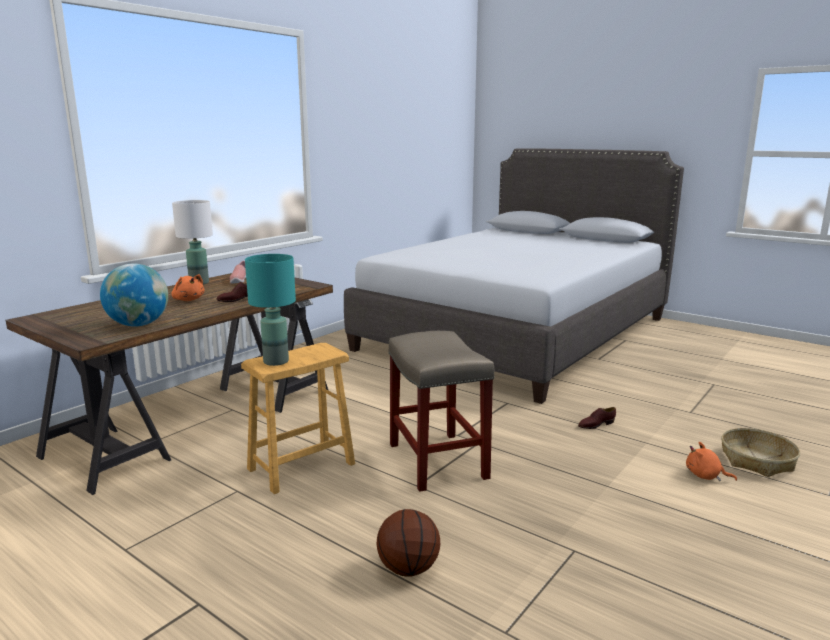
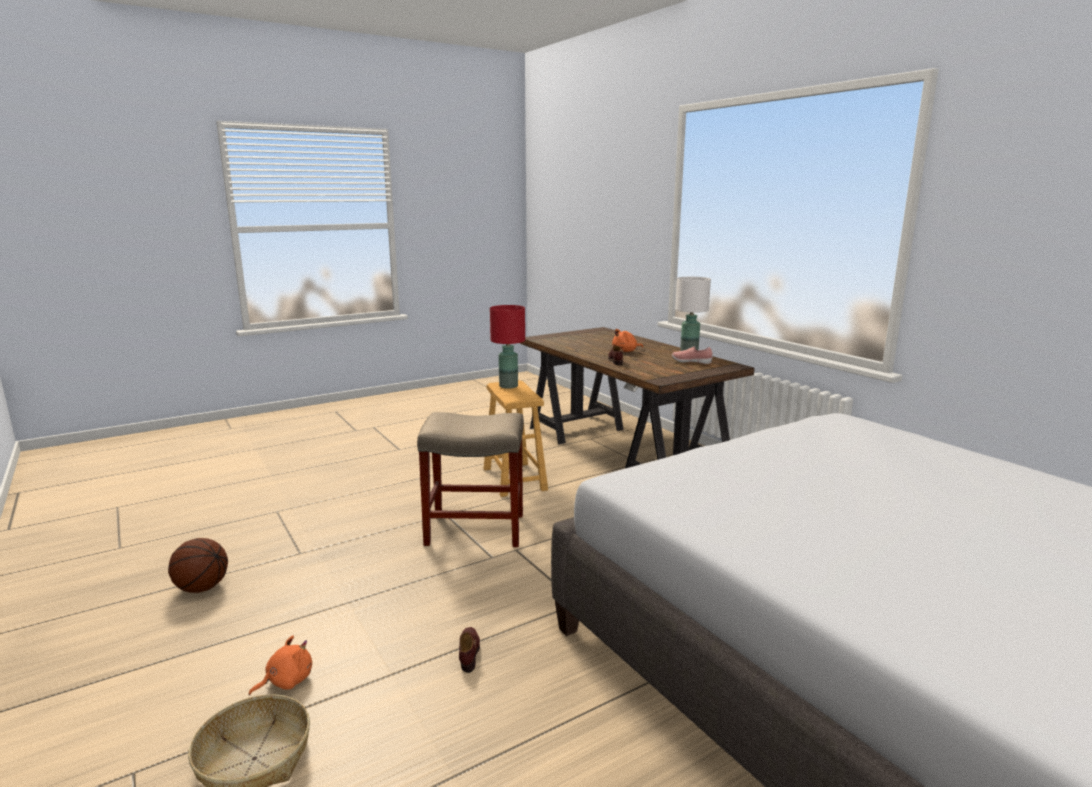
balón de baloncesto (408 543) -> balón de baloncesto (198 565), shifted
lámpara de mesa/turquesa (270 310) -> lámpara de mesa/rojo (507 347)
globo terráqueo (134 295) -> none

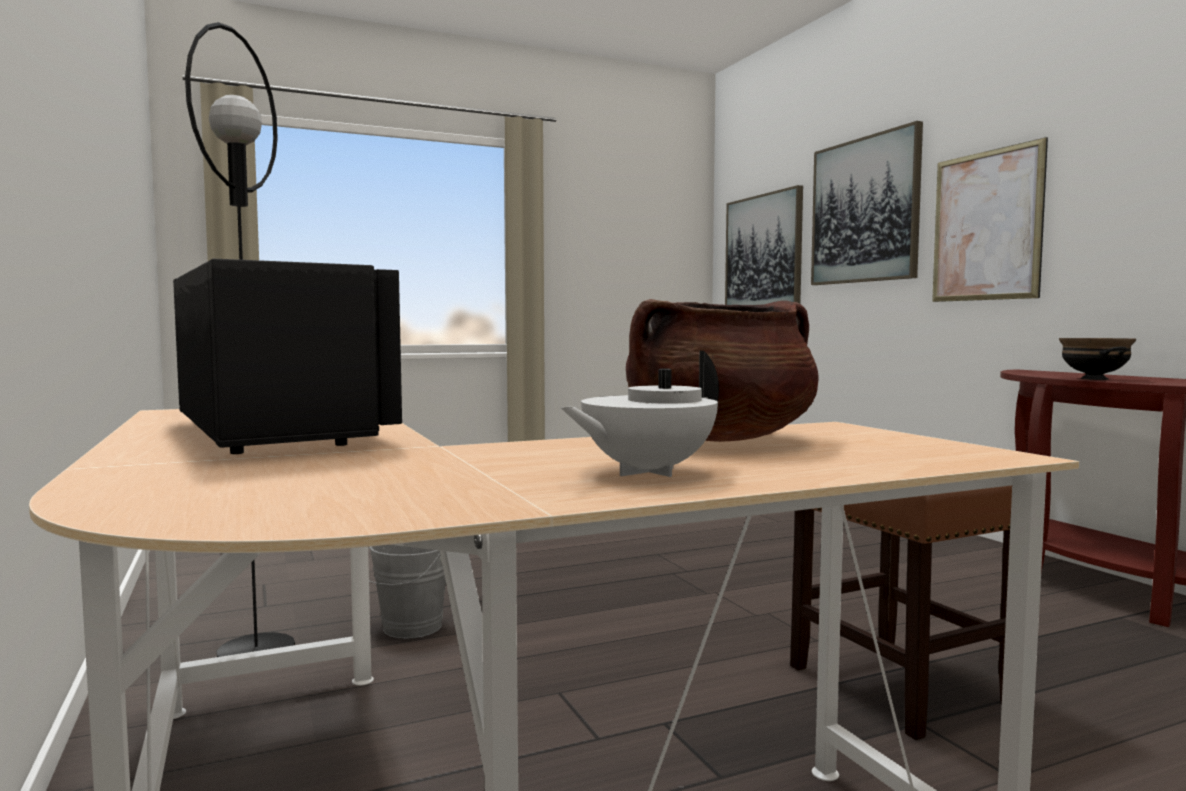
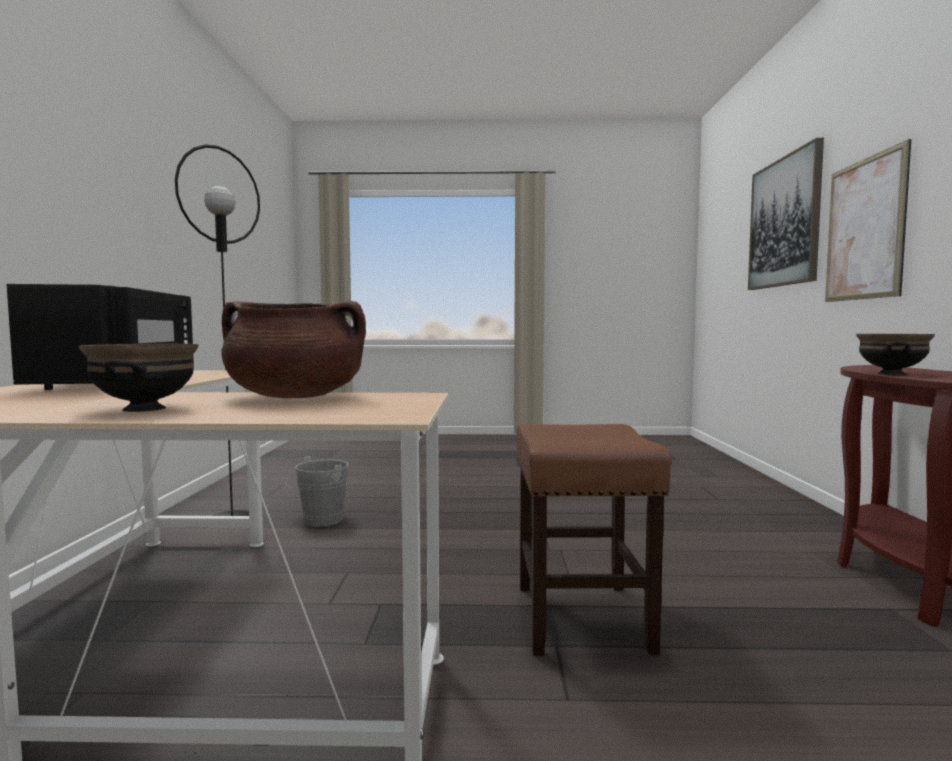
tetera/blanco (640 414) -> cuenco/negro (138 378)
cuadro (764 245) -> none

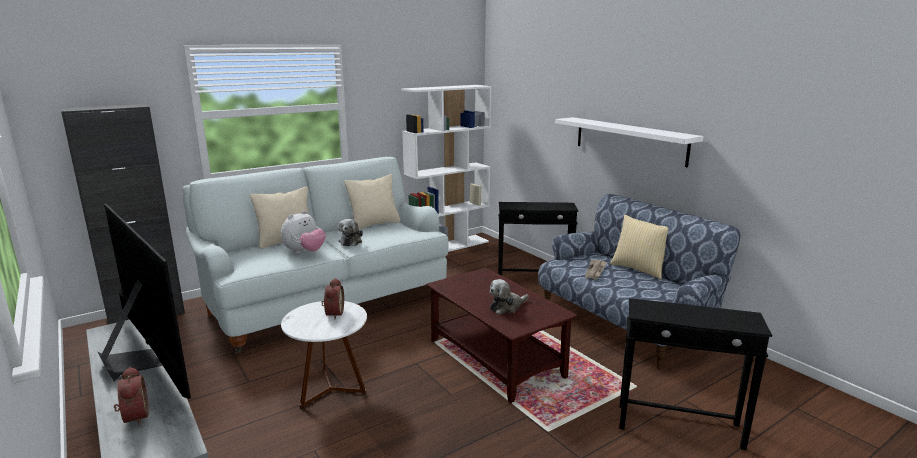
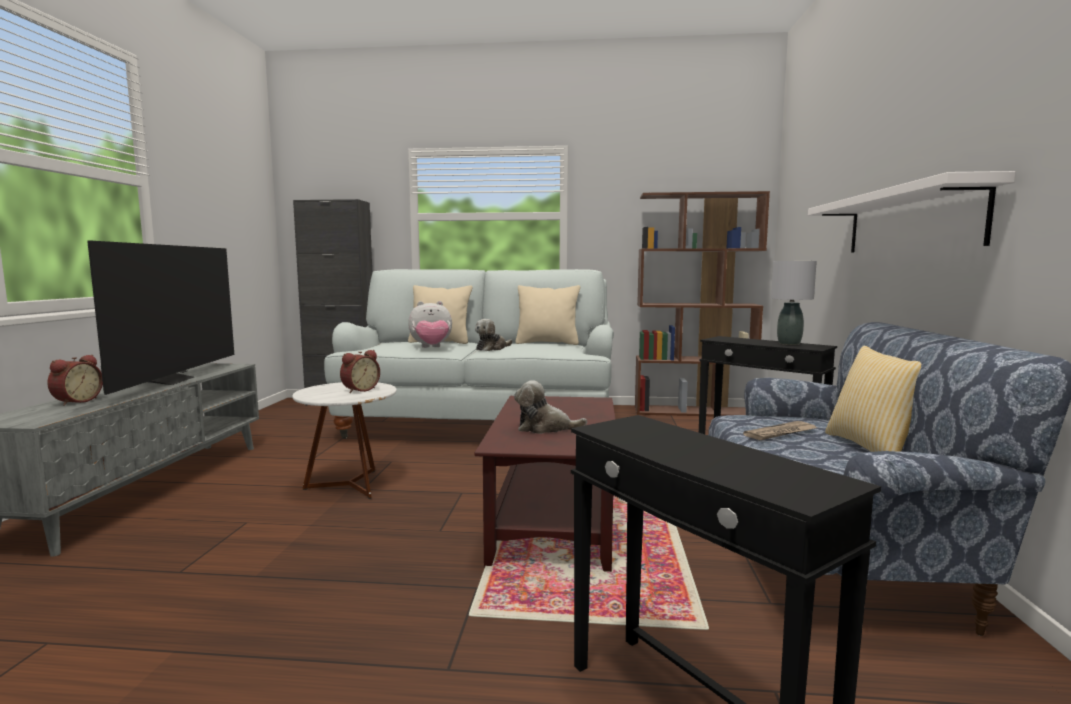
estantería/blanco (446 168) -> estantería/marrón (702 303)
none -> lámpara de mesa/gris (794 303)

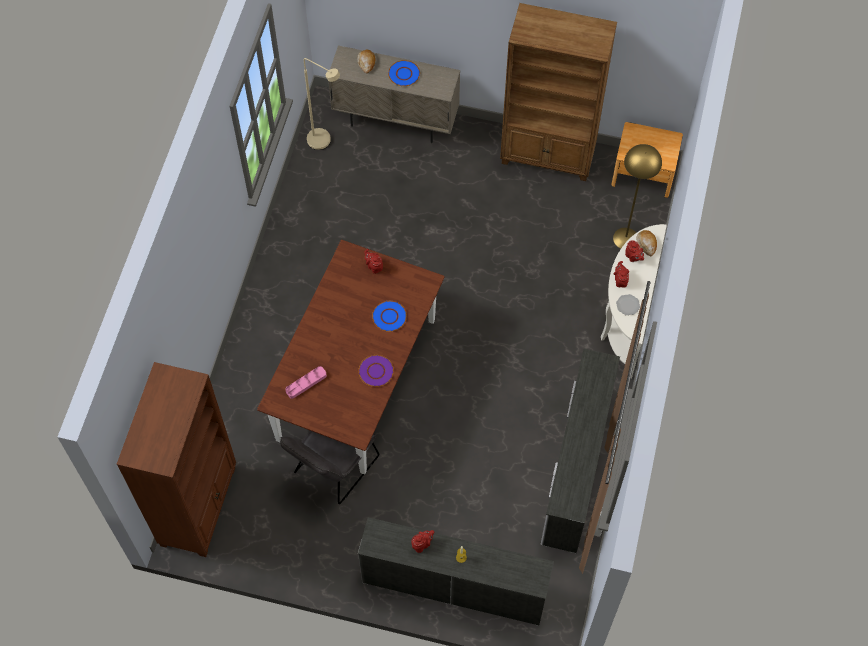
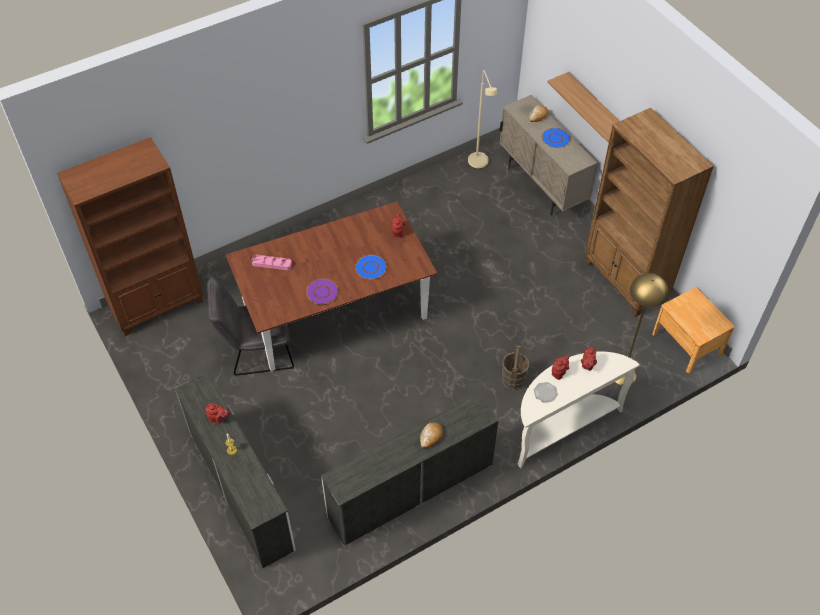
pan (646 243) -> pan (431 435), shifted
none -> cubo/marrón (515 368)
none -> estante (583 107)

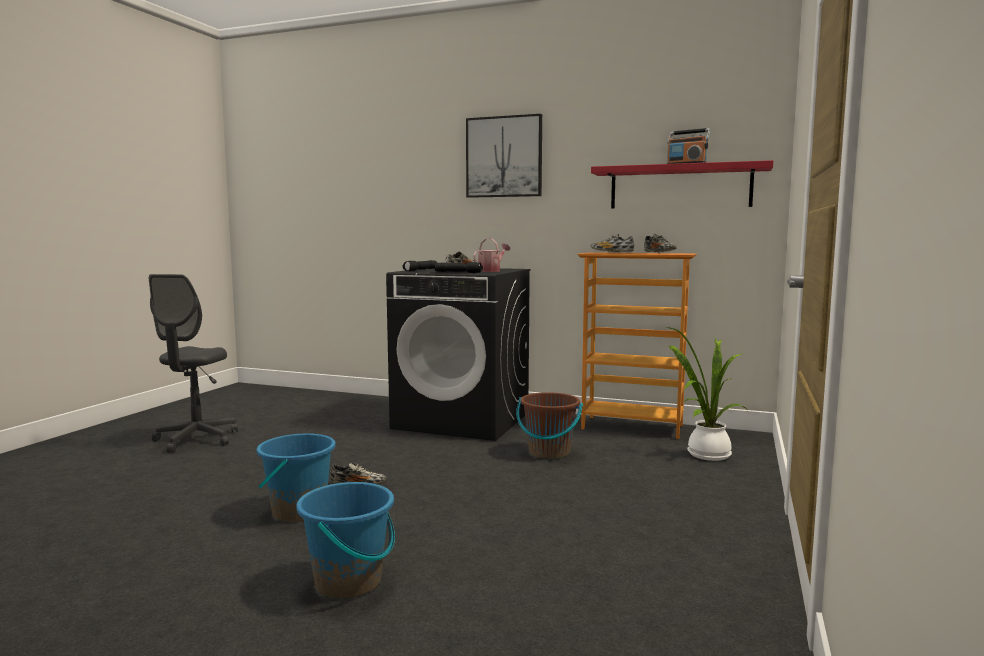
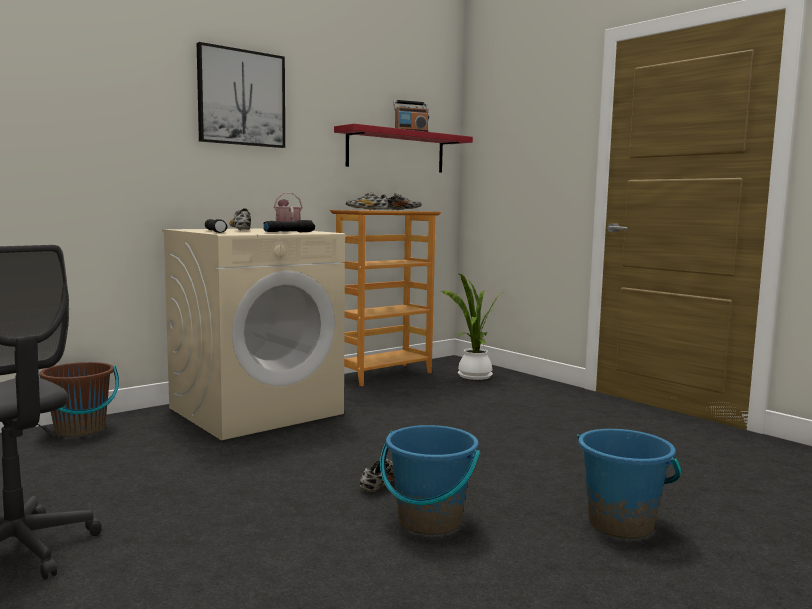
cubo/marrón (549 425) -> cubo/marrón (79 399), shifted
lavadora/negro (458 354) -> lavadora/beis (253 334)

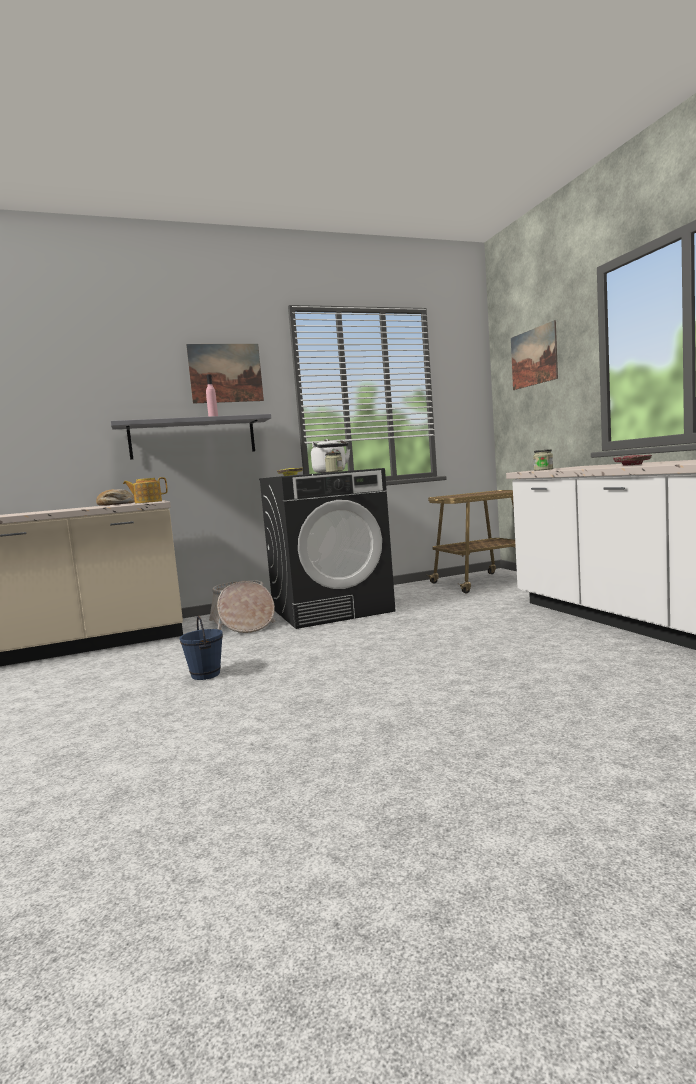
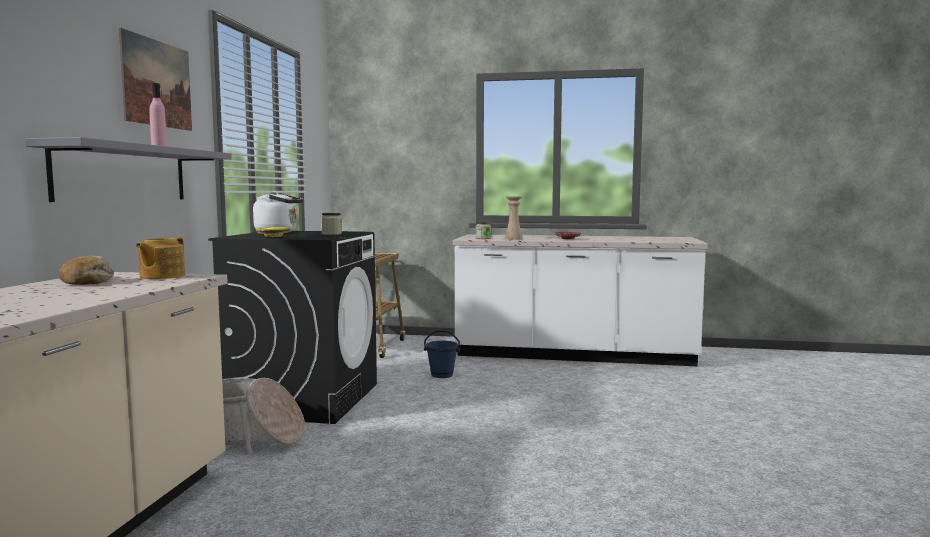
cubo/azul (201 648) -> cubo/azul (442 354), shifted
none -> florero/beis (514 217)
cuadro (534 355) -> none

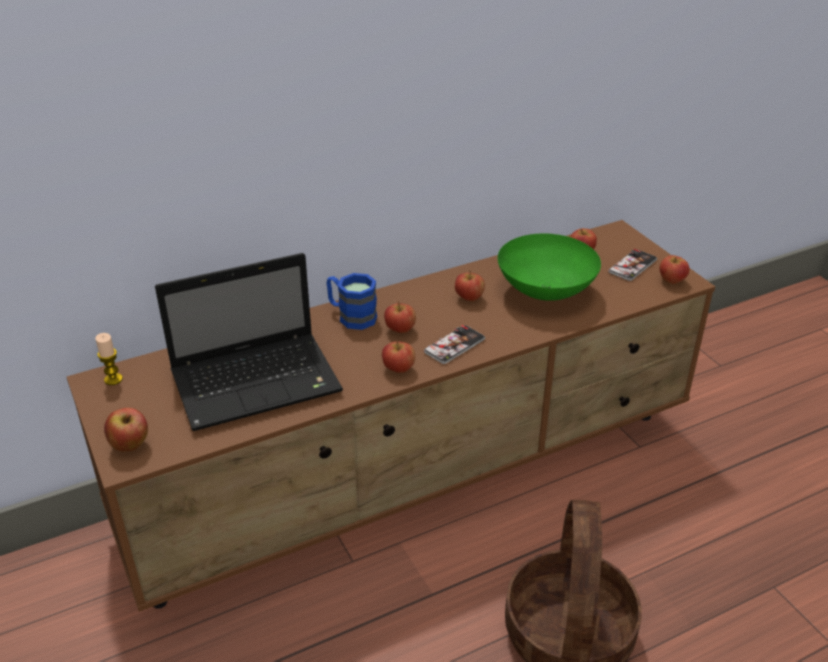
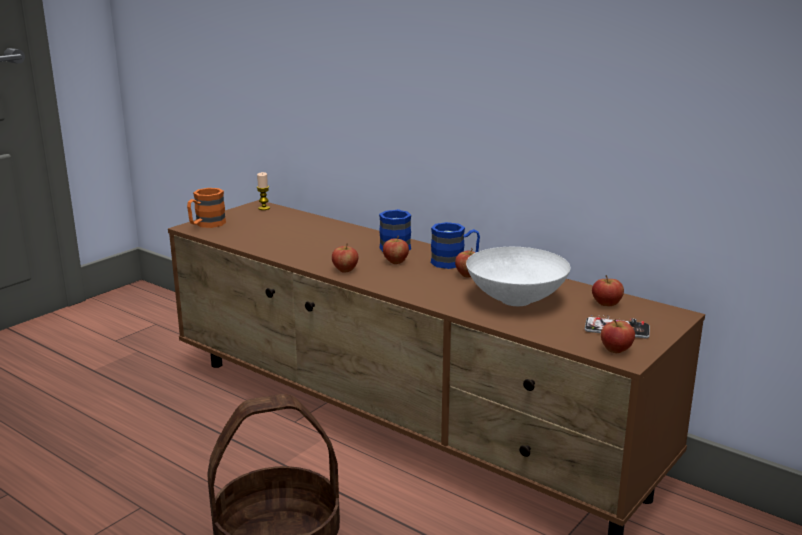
manzana (126 429) -> taza grande/naranja (206 208)
none -> taza grande/azul (455 245)
cuenco/verde (549 267) -> cuenco/blanco (518 276)
portátil (249 342) -> none
móvil (454 344) -> none

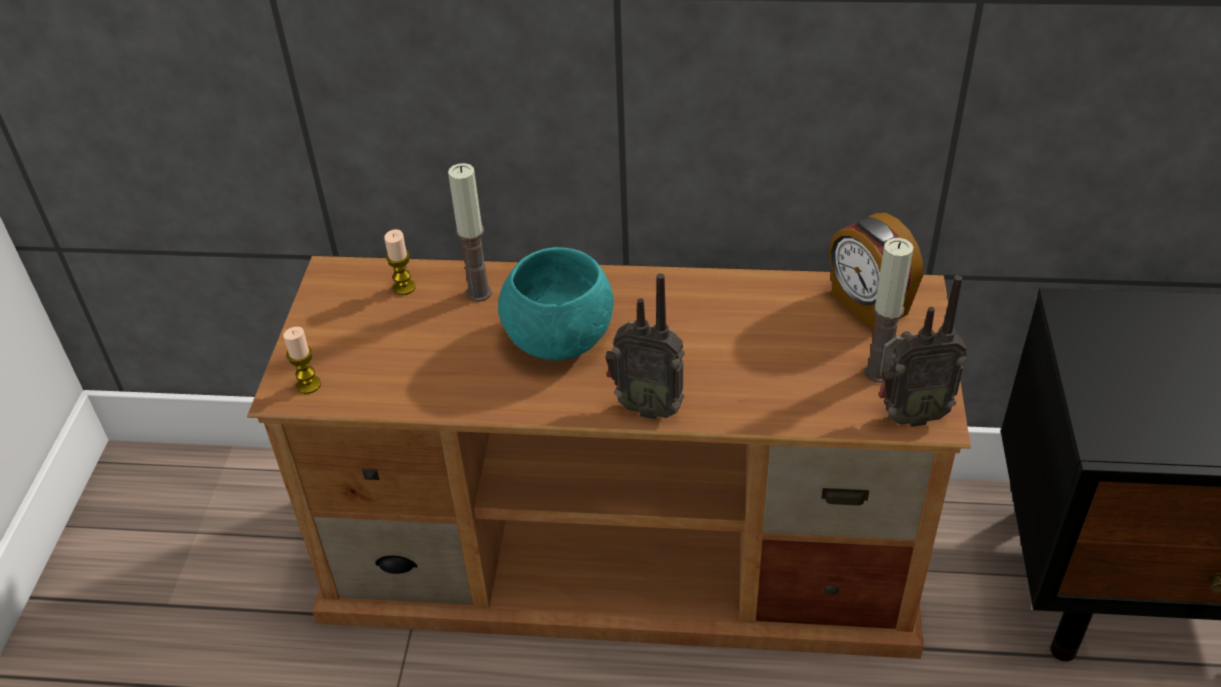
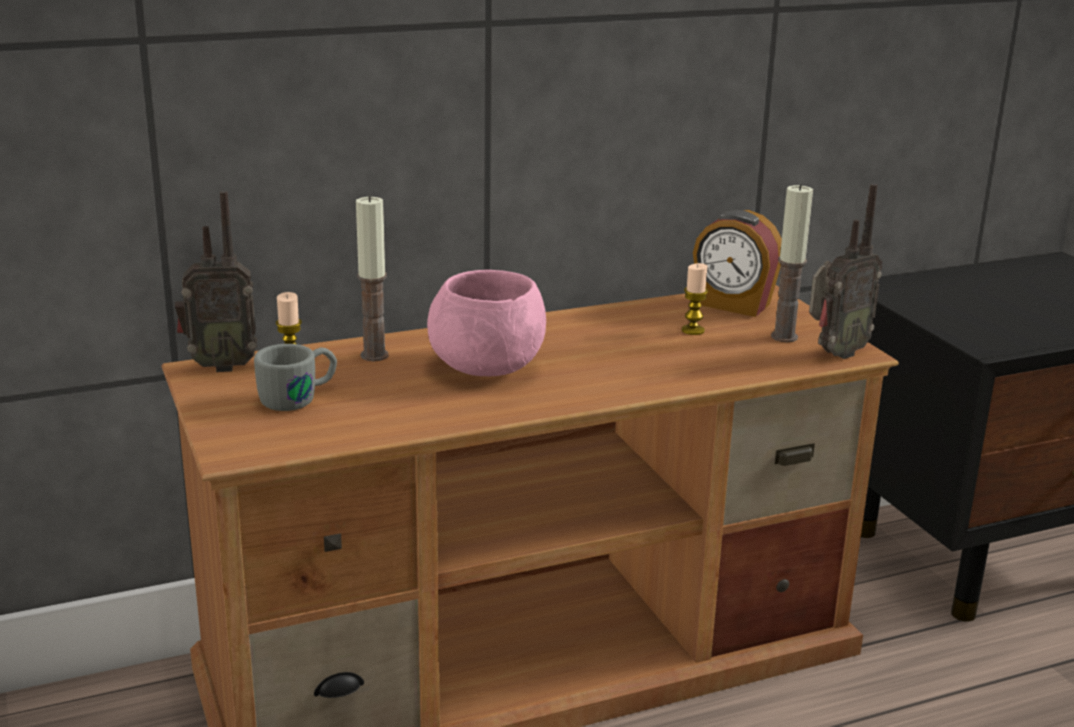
radio (645 346) -> radio (216 281), shifted
none -> taza grande/gris (295 377)
cuenco/turquesa (556 303) -> cuenco/rosa (486 323)
vela (302 360) -> vela (694 299), shifted

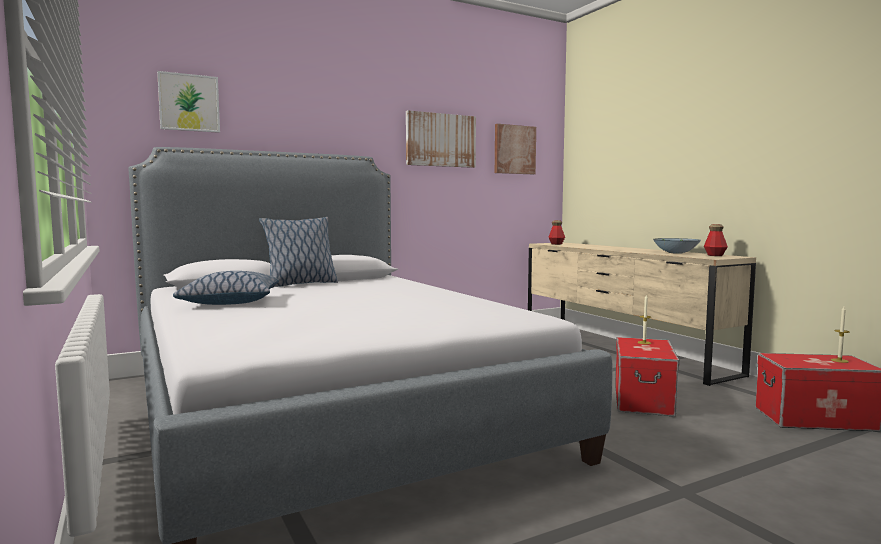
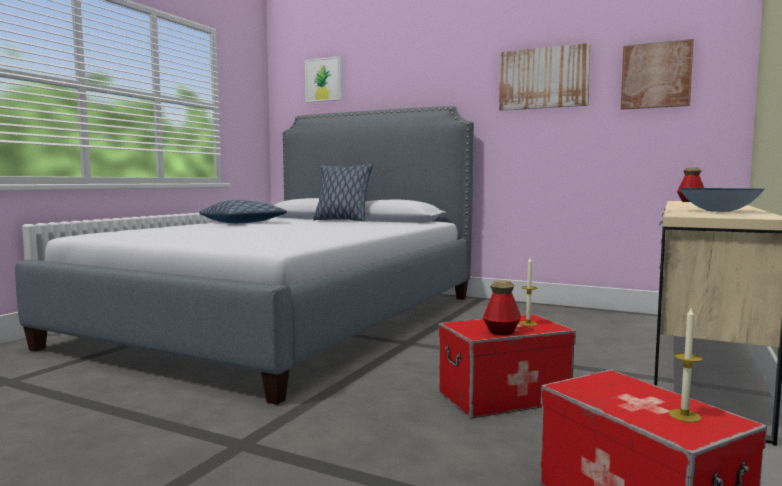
botella (716 240) -> botella (502 307), shifted

